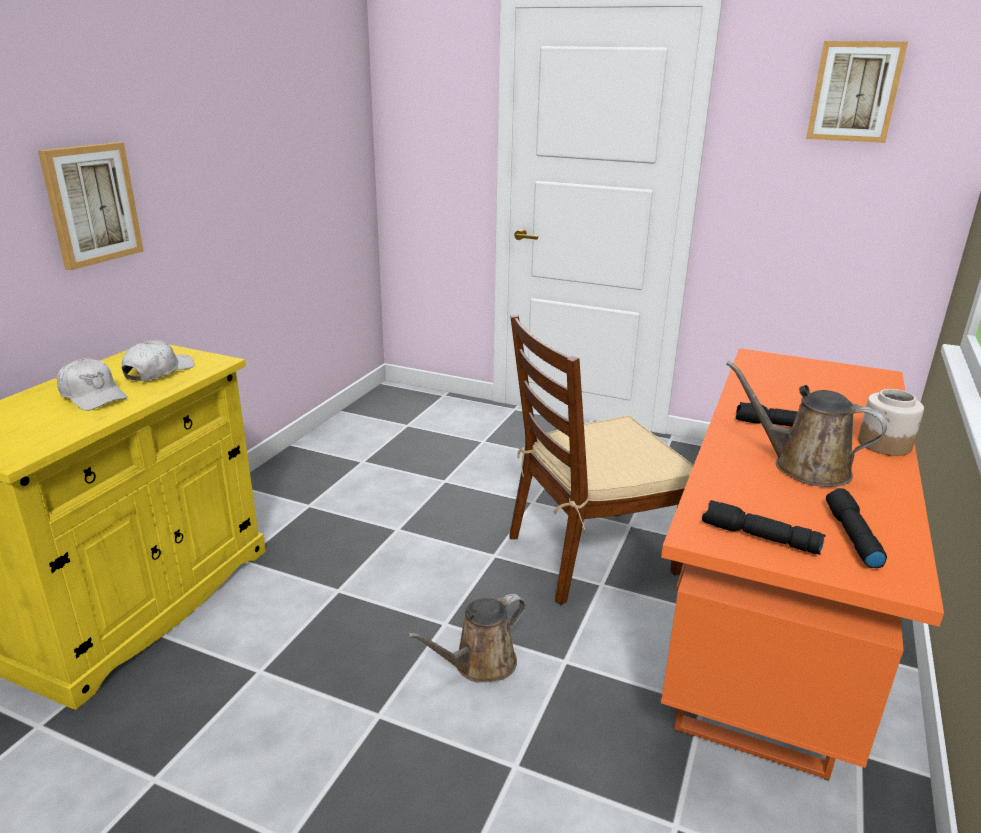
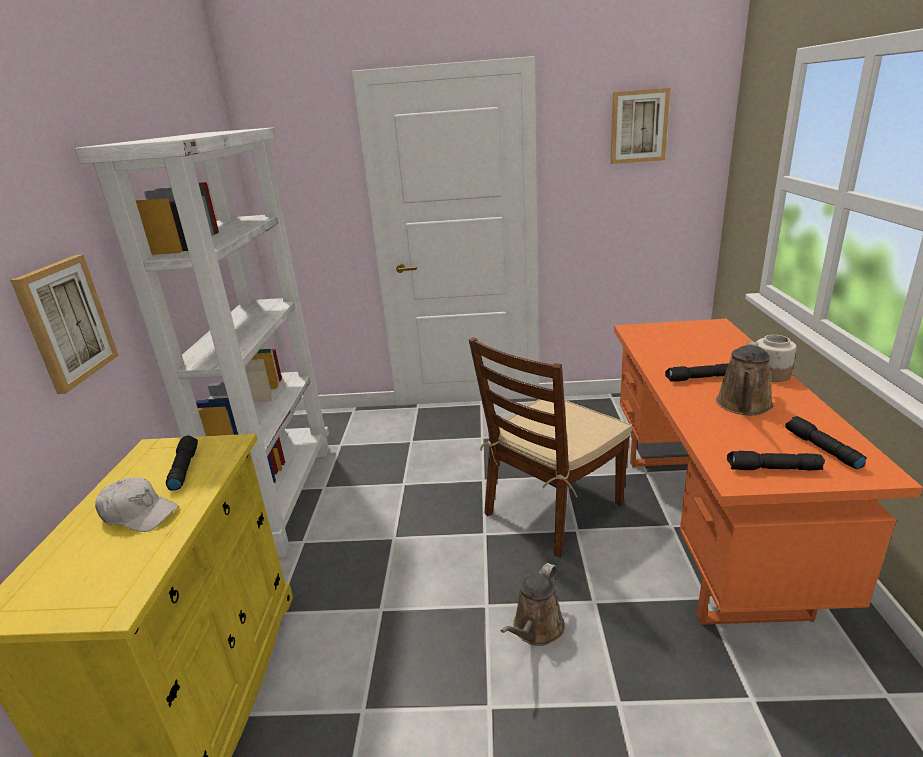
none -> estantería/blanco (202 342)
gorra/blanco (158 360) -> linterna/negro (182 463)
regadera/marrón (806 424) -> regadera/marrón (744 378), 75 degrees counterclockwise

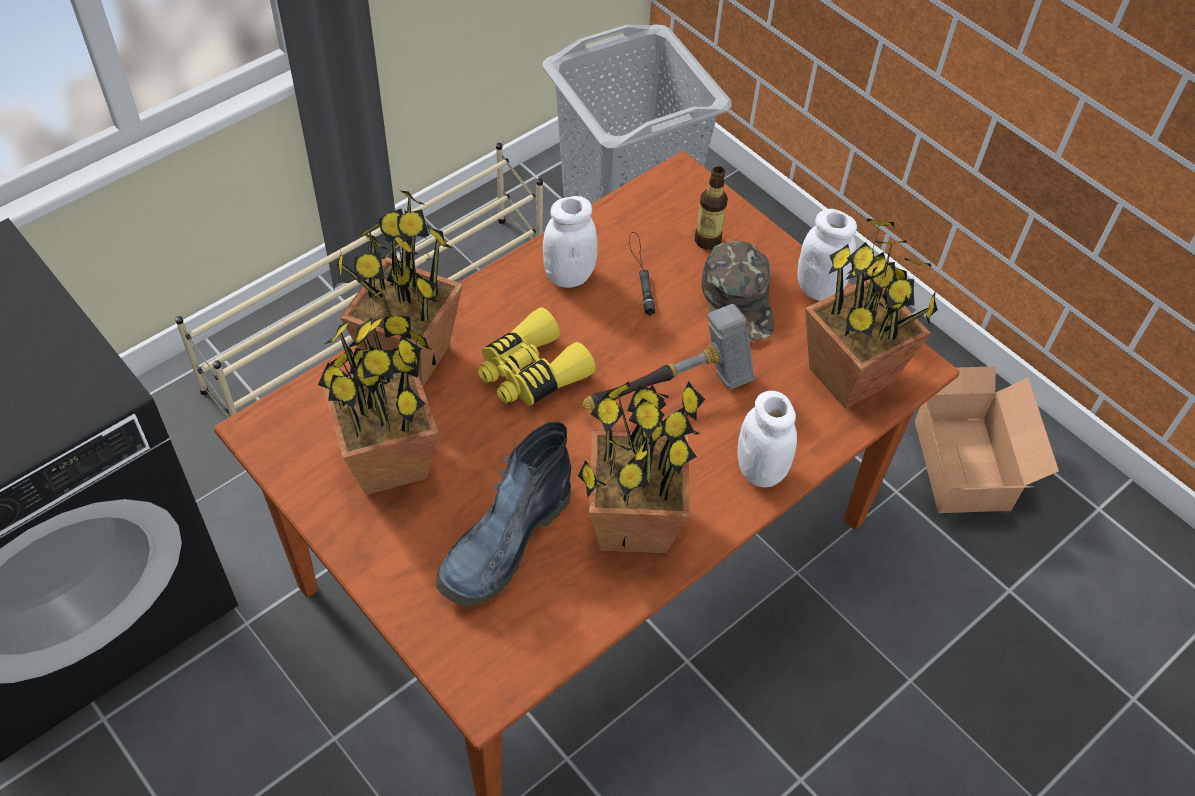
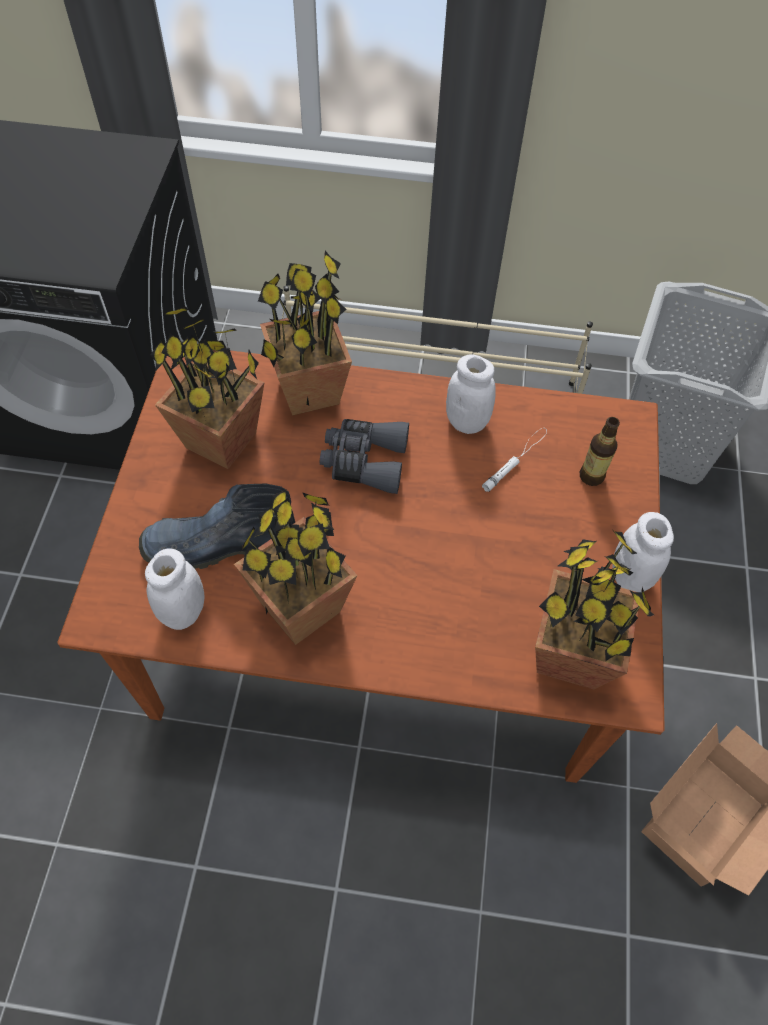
tarro/blanco (767 439) -> tarro/blanco (175 589), shifted
prismáticos/amarillo (537 356) -> prismáticos/gris (364 456)
linterna/negro (642 274) -> linterna/blanco (514 460)
martillo (668 357) -> none
gorra/verde (738 291) -> none

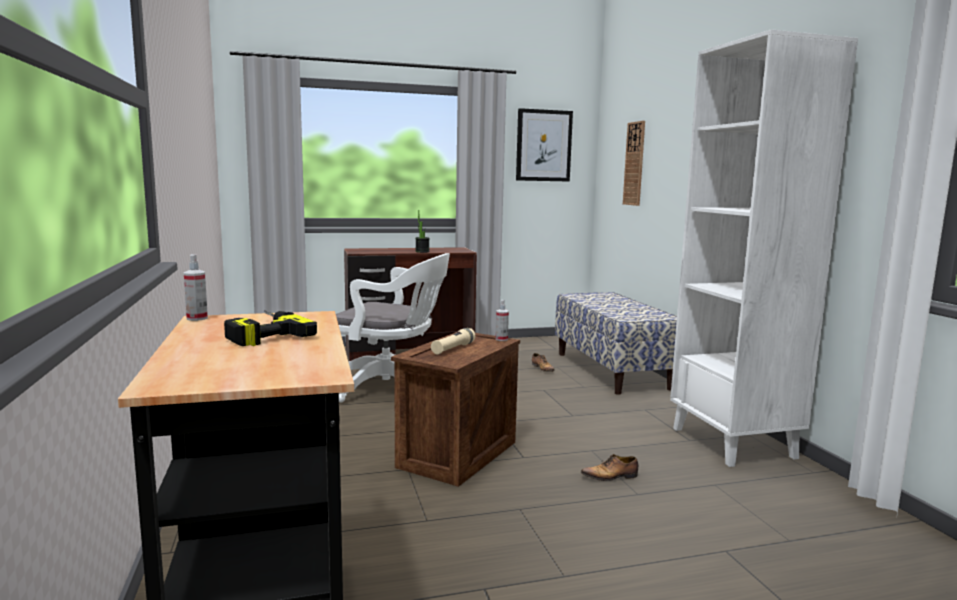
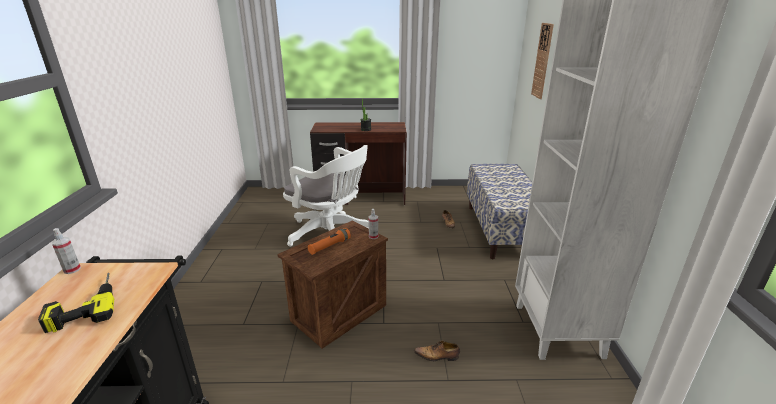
linterna/beis (453 341) -> linterna/naranja (329 241)
cuadro (544 145) -> none

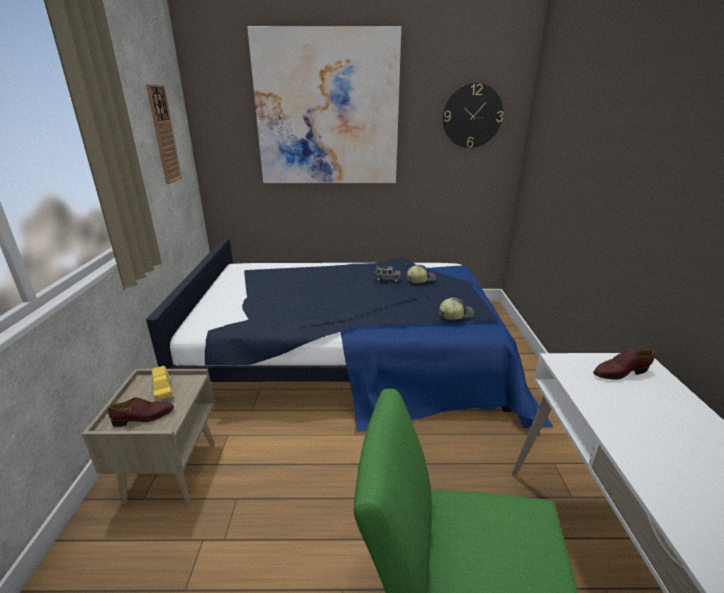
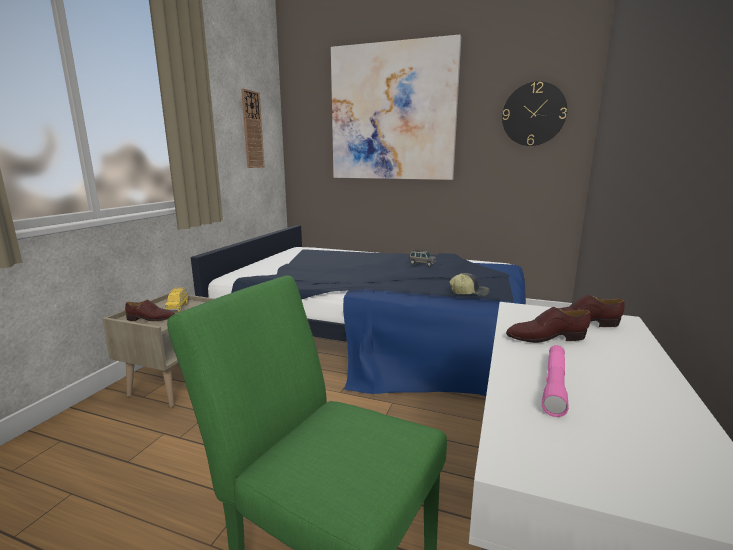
none -> zapato/marrón (548 325)
none -> linterna/rosa (555 381)
gorra (421 274) -> none

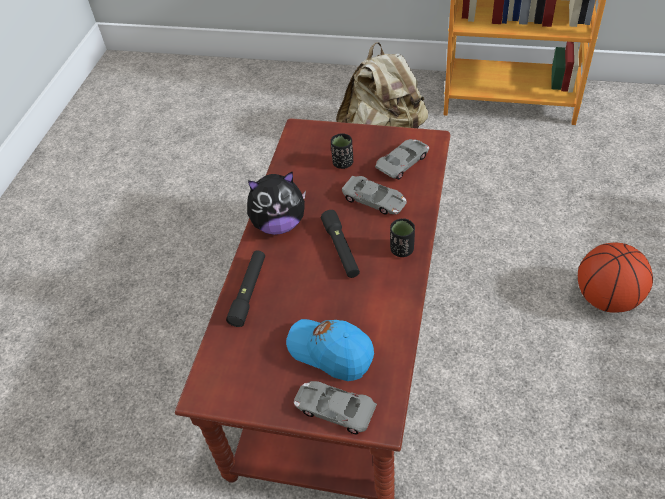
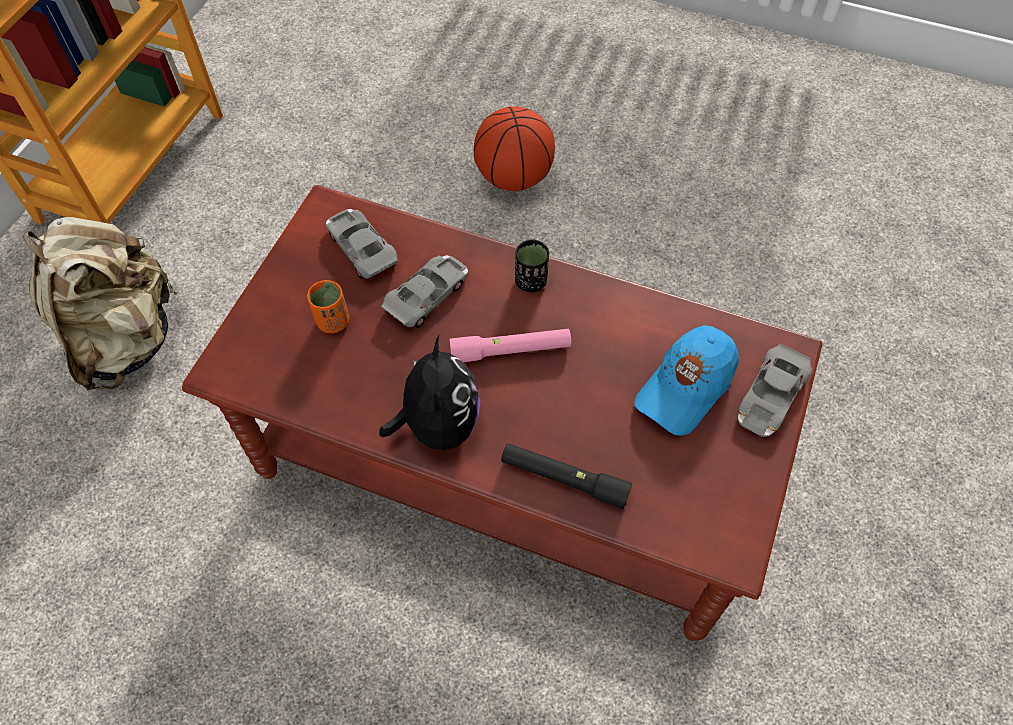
taza/negro (342 151) -> taza/naranja (328 306)
linterna/negro (340 244) -> linterna/rosa (510 345)

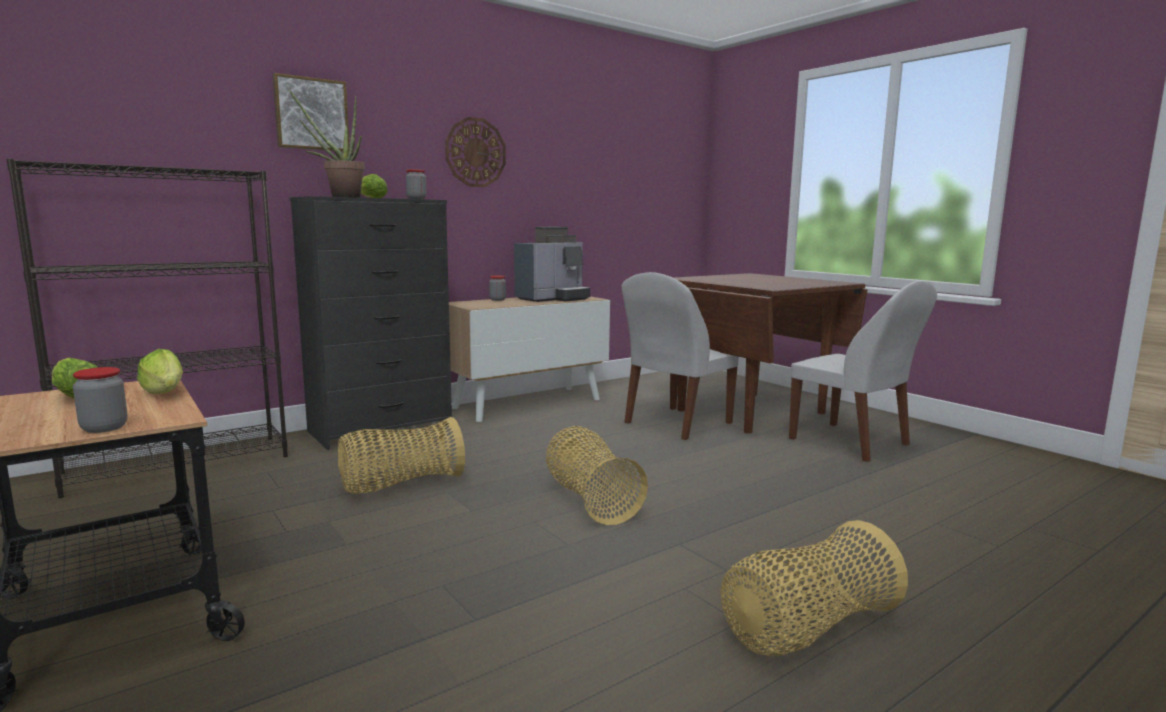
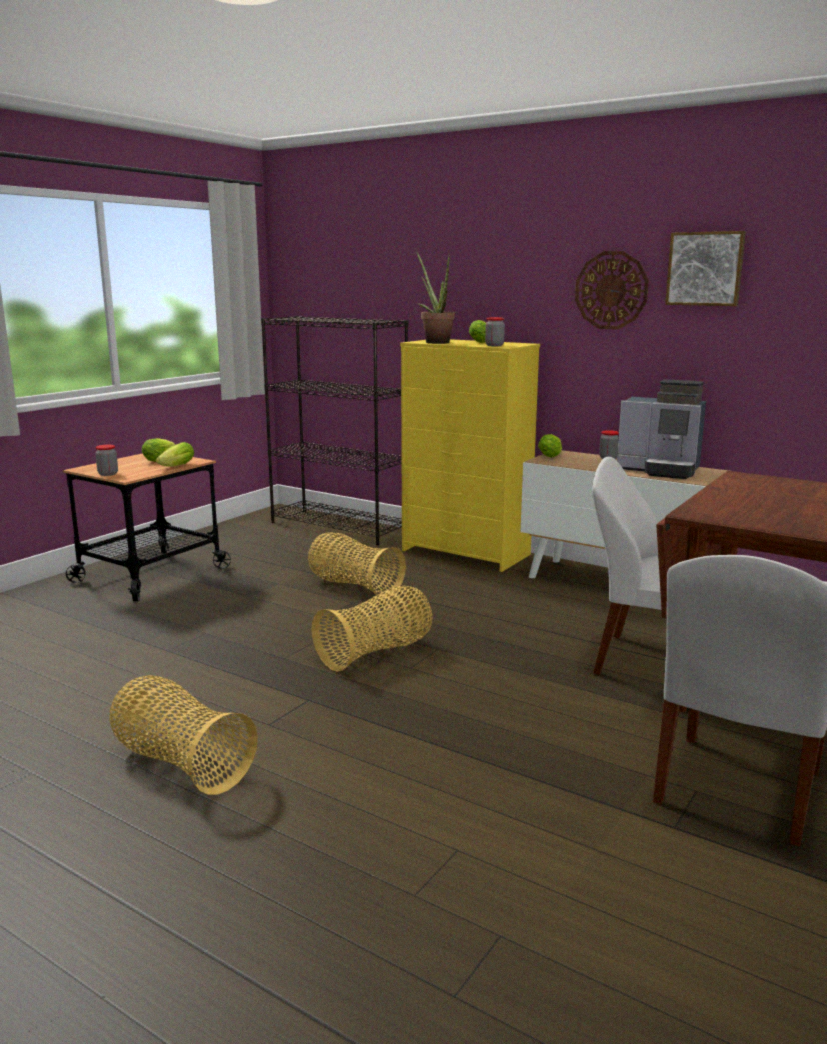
cómoda/negro (371 323) -> cómoda/amarillo (470 455)
none -> lechuga (550 446)
cuadro (311 112) -> cuadro (705 268), shifted

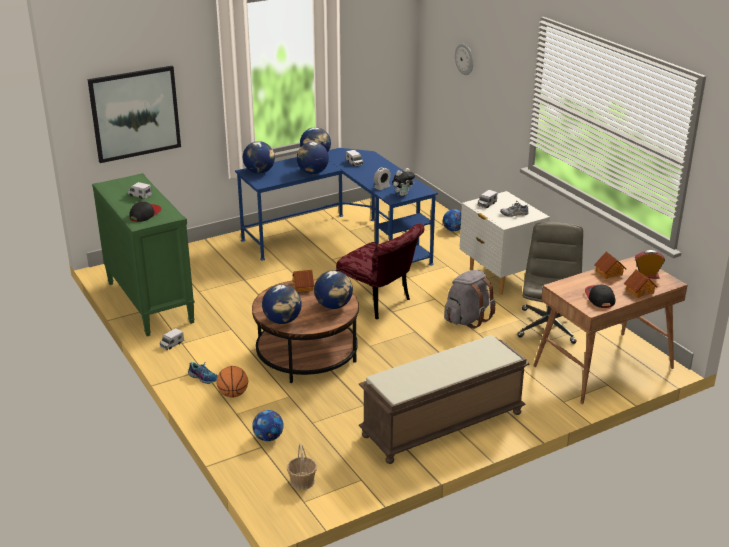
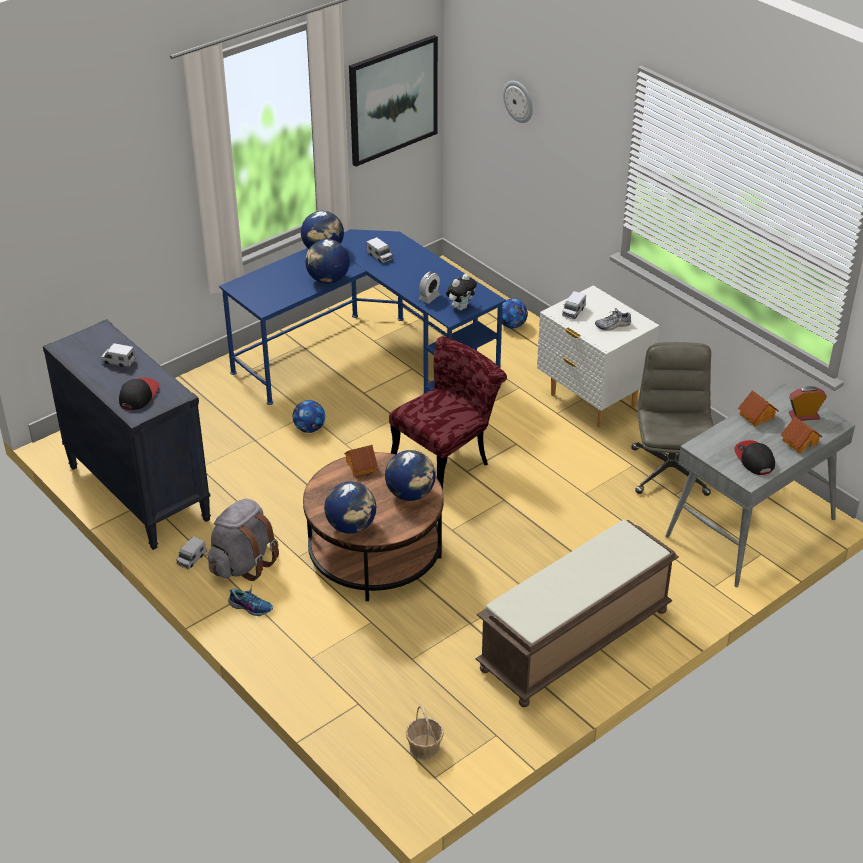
cómoda/verde (143 254) -> cómoda/negro (127 434)
mochila/gris (470 299) -> mochila/gris (243 539), shifted
balón de fútbol (268 425) -> balón de fútbol (309 416), shifted
cuadro (134 114) -> cuadro (393 101), shifted
silla/rojo (380 271) -> silla/rojo (448 413), 75 degrees counterclockwise
escritorio/marrón (610 330) -> escritorio/gris (760 485)
balón de baloncesto (232 382) -> none
globo terráqueo (259 157) -> none

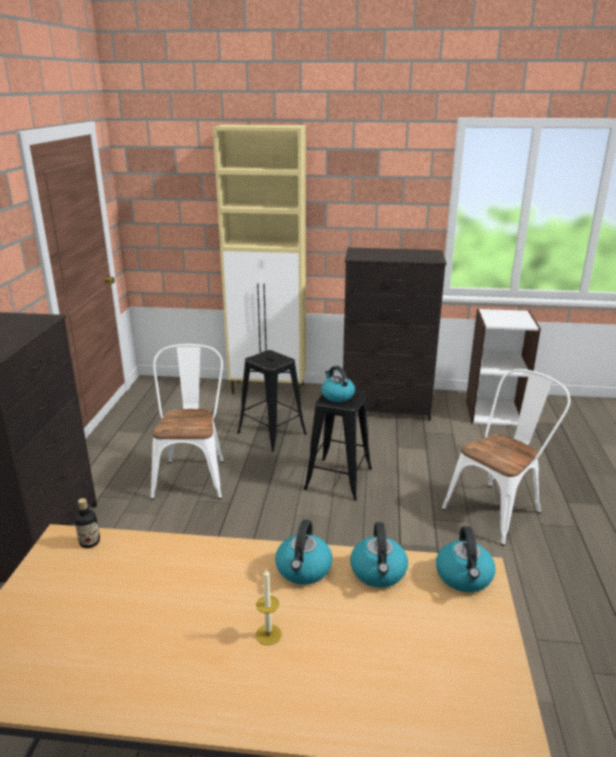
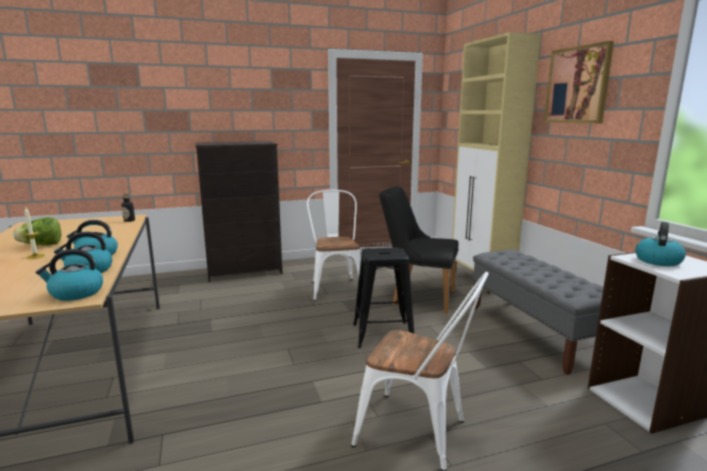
none -> lechuga (37 231)
silla/blanco (187 422) -> silla/blanco (334 245), 75 degrees counterclockwise
taburete/negro (272 401) -> silla/negro (419 250)
cómoda/negro (394 334) -> banco/gris (537 312)
none -> cuadro (579 82)
hervidor (338 384) -> hervidor (660 244), shifted

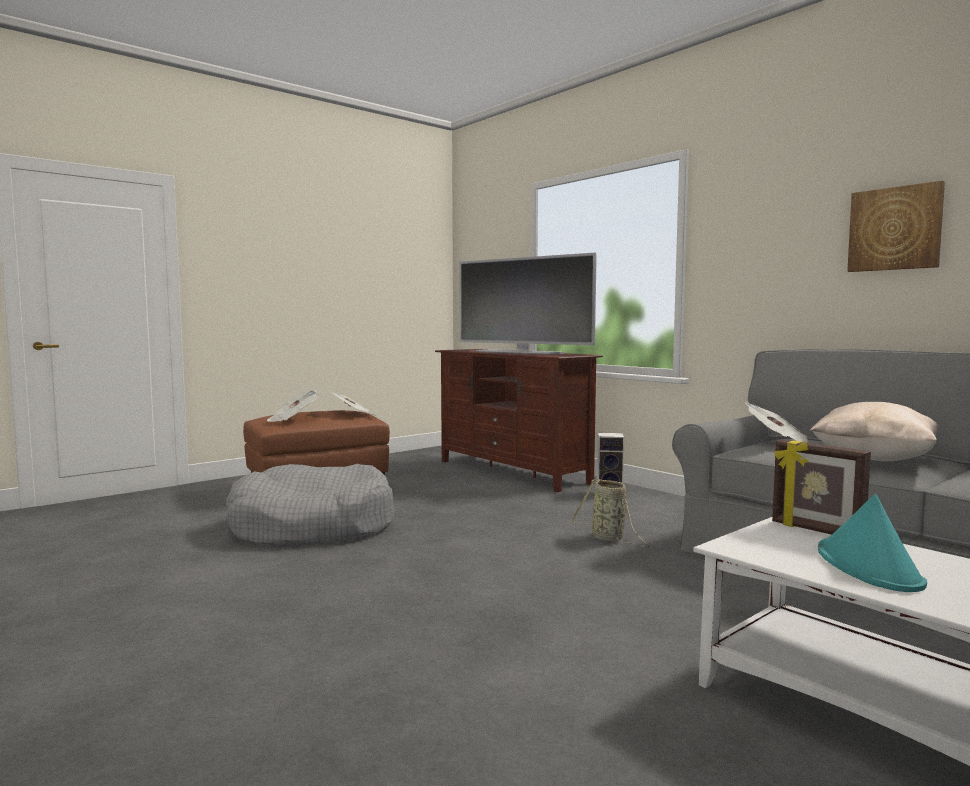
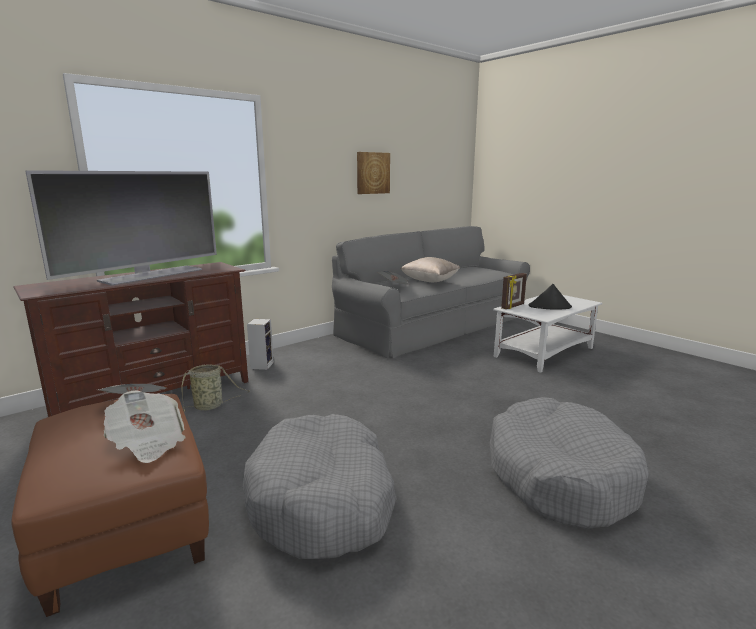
cesta (609 513) -> cesta (215 388), shifted
none -> cama para perro/gris (569 463)
sombrero/turquesa (872 543) -> sombrero/negro (550 296)

